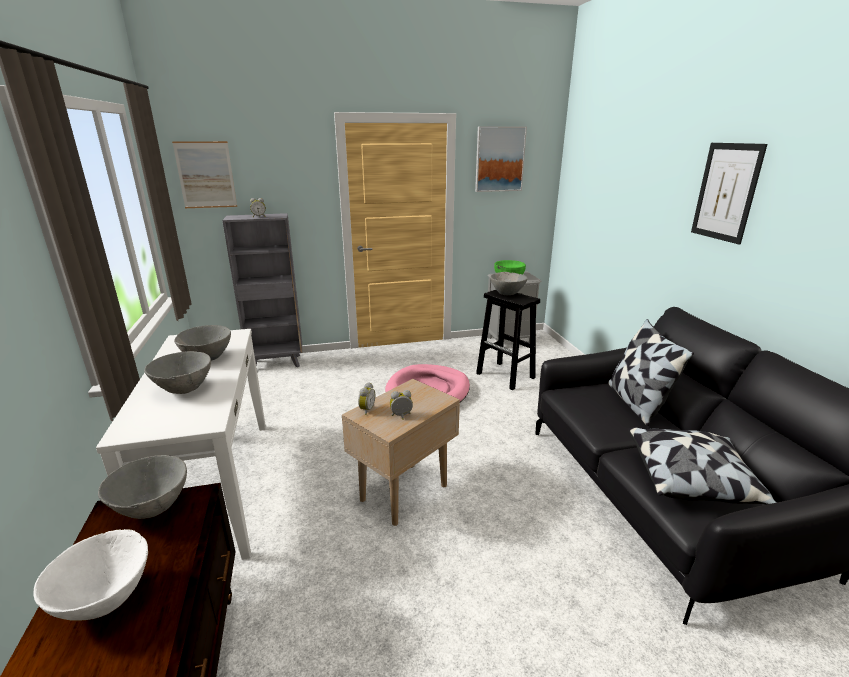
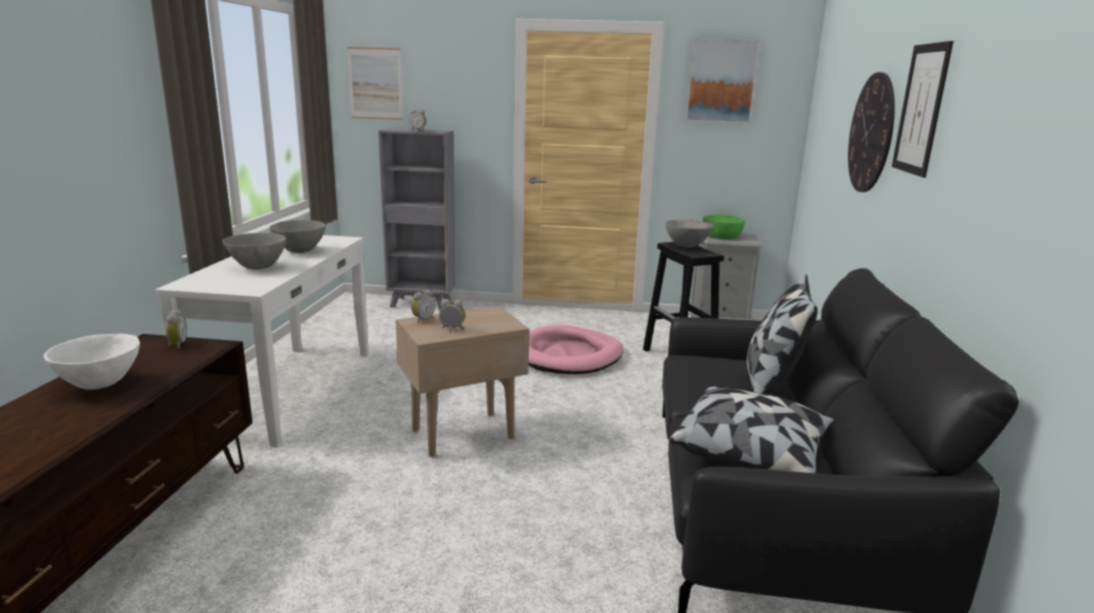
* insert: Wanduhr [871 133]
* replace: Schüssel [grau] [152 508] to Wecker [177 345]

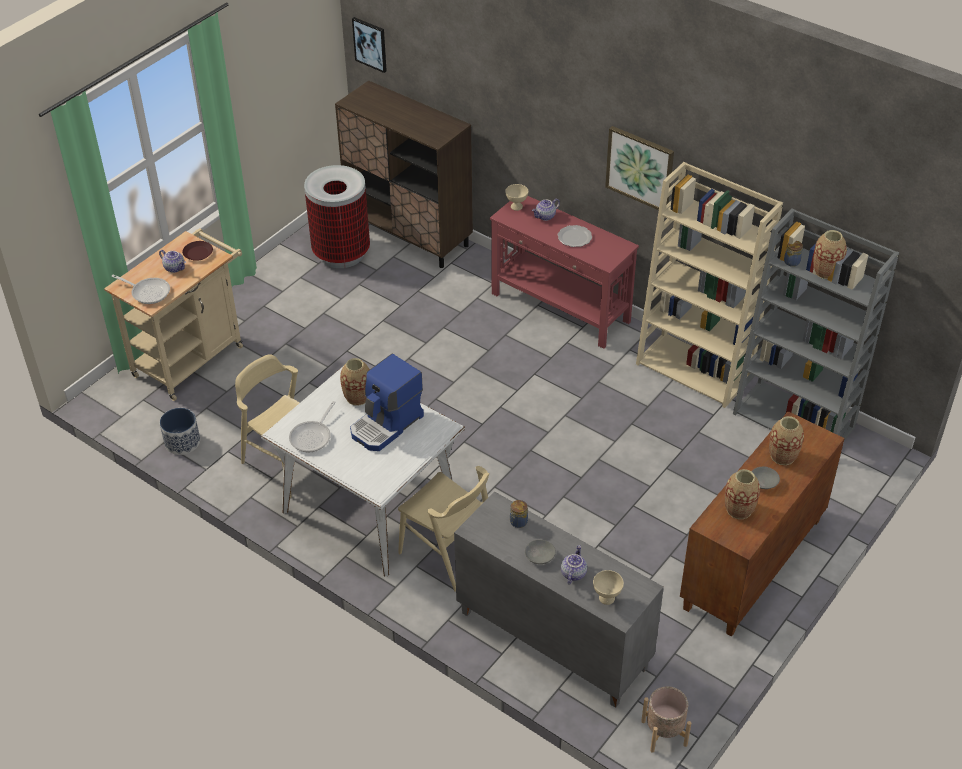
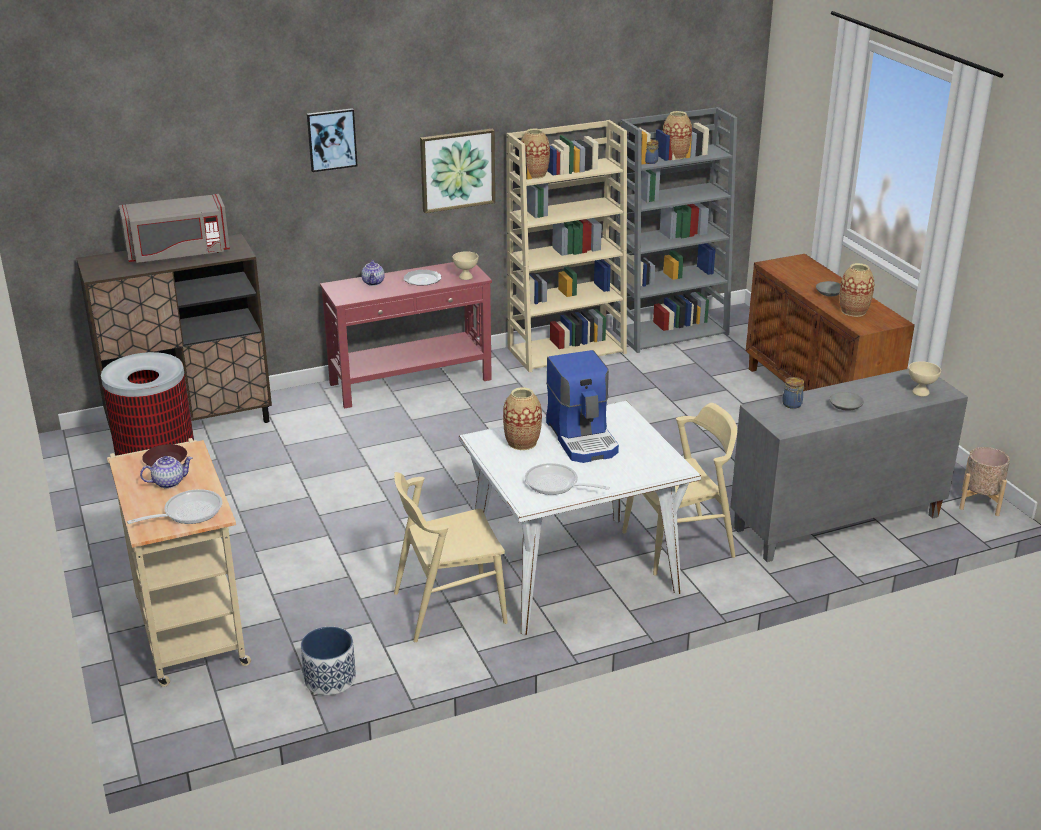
* delete: Teekanne [573 573]
* insert: Mikrowelle [grau] [178 253]
* move: Bild [370 44] to [331 139]
* move: Schüssel [beige] [516 207] to [466 277]
* move: Vase [782 456] to [534 174]
* rotate: Pfanne [313 436] = [556 484] 150 degrees clockwise

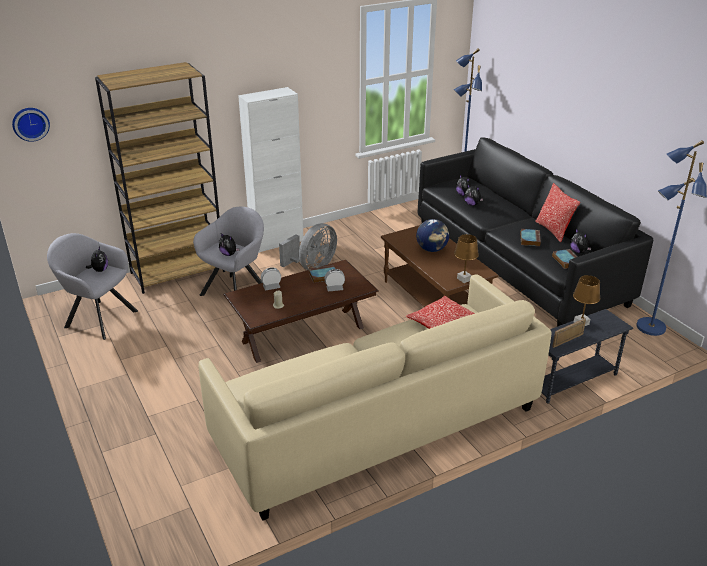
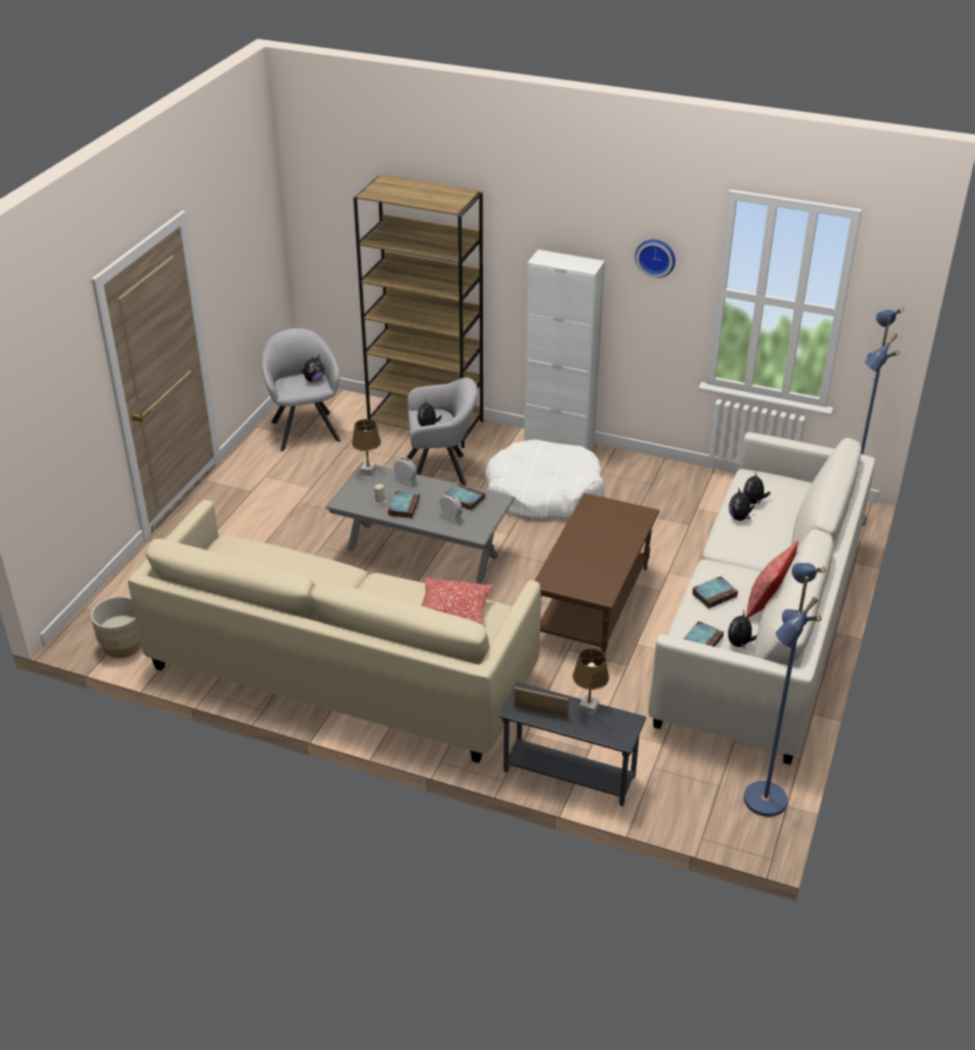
* delete: Globus [432 249]
* insert: Pflanzkübel [beige] [122 645]
* insert: Buch [403 507]
* move: Wanduhr [30 123] to [656 257]
* move: Tischlampe [braun] [463 279] to [368 471]
* replace: Ventilator [grau] [312 267] to Hundebett [weiß] [544 494]
* recolor: Couchtisch [braun] [303 334] to Couchtisch [grau] [422 552]
* recolor: Sofa [schwarz] [517 263] to Sofa [weiß] [761 630]

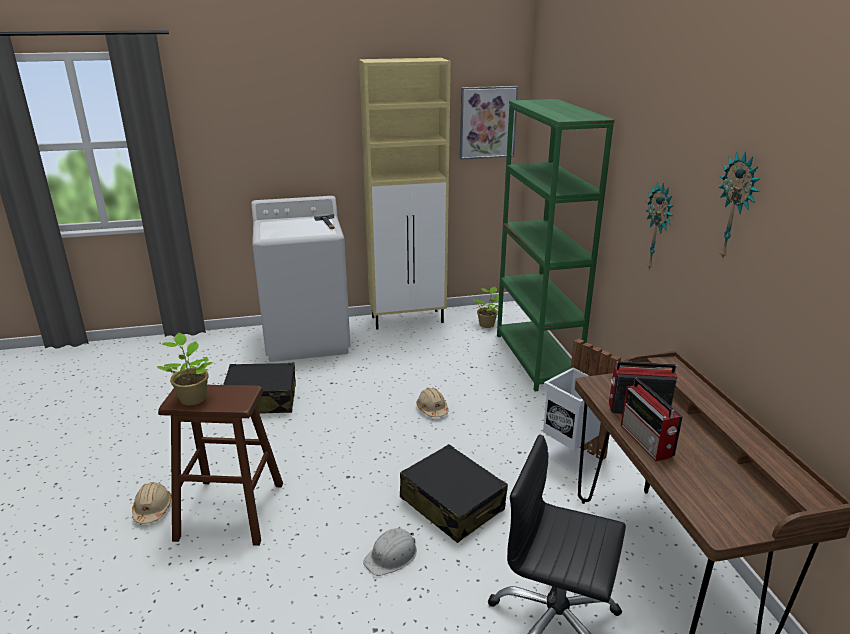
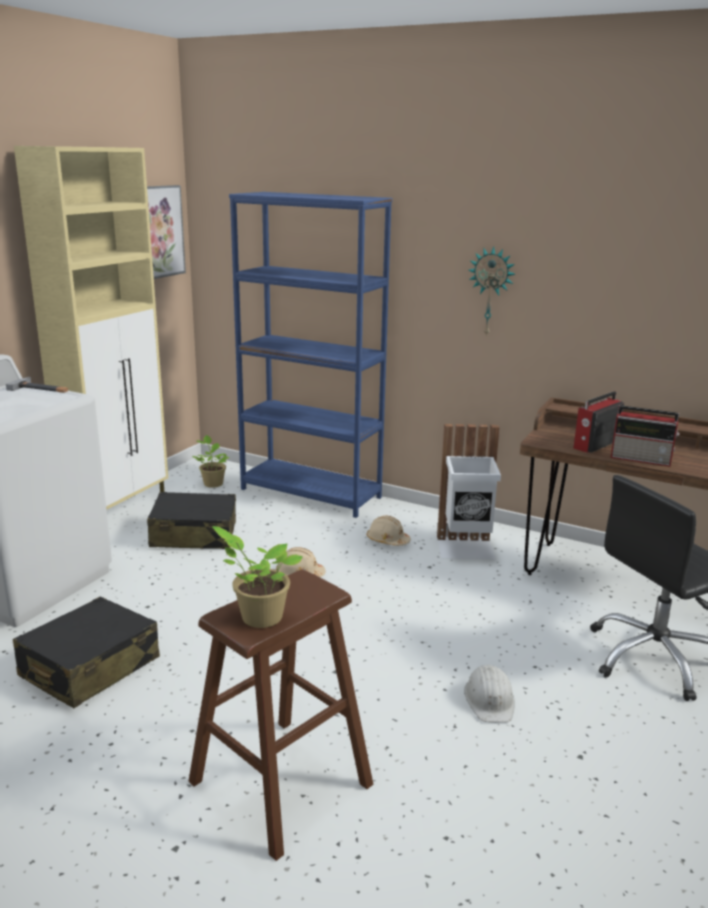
* delete: Wanduhr [737 207]
* move: Schutzhelm [beige] [152 509] to [387 540]
* move: Koffer [schwarz] [452 504] to [194 535]
* recolor: Bücherregal [grün] [536 359] to Bücherregal [blau] [311 493]

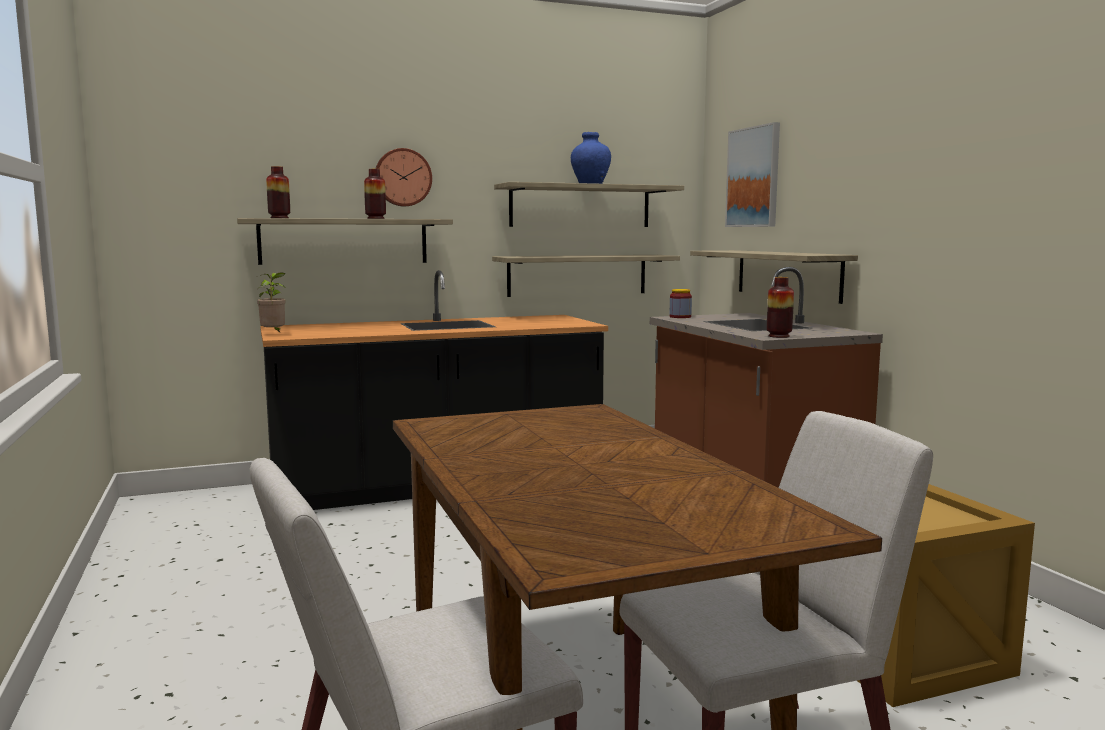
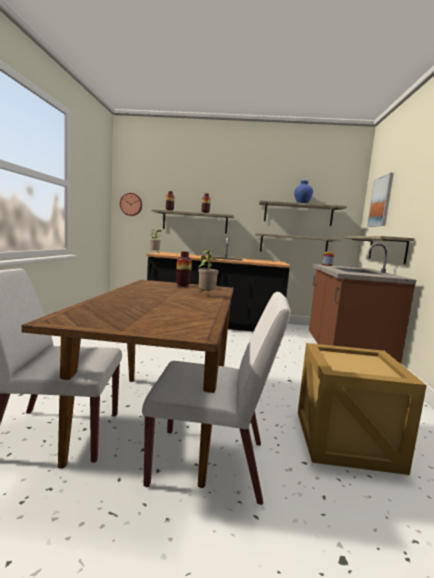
* insert: Topfpflanze [206 295]
* move: Wanduhr [402 177] to [131 204]
* move: Vase [779 336] to [183 286]

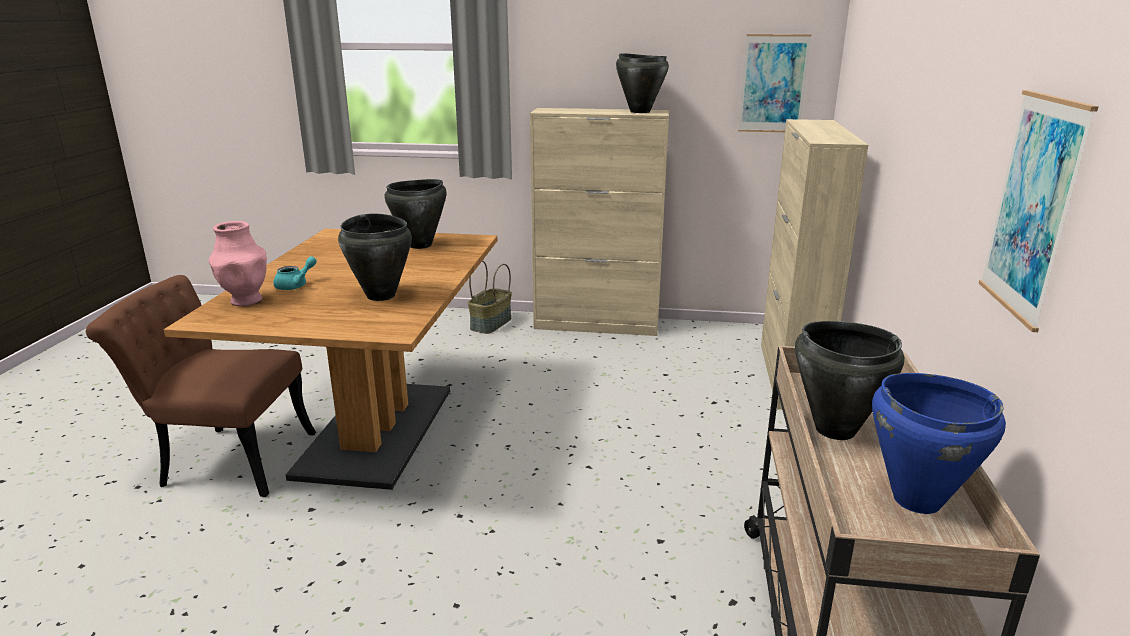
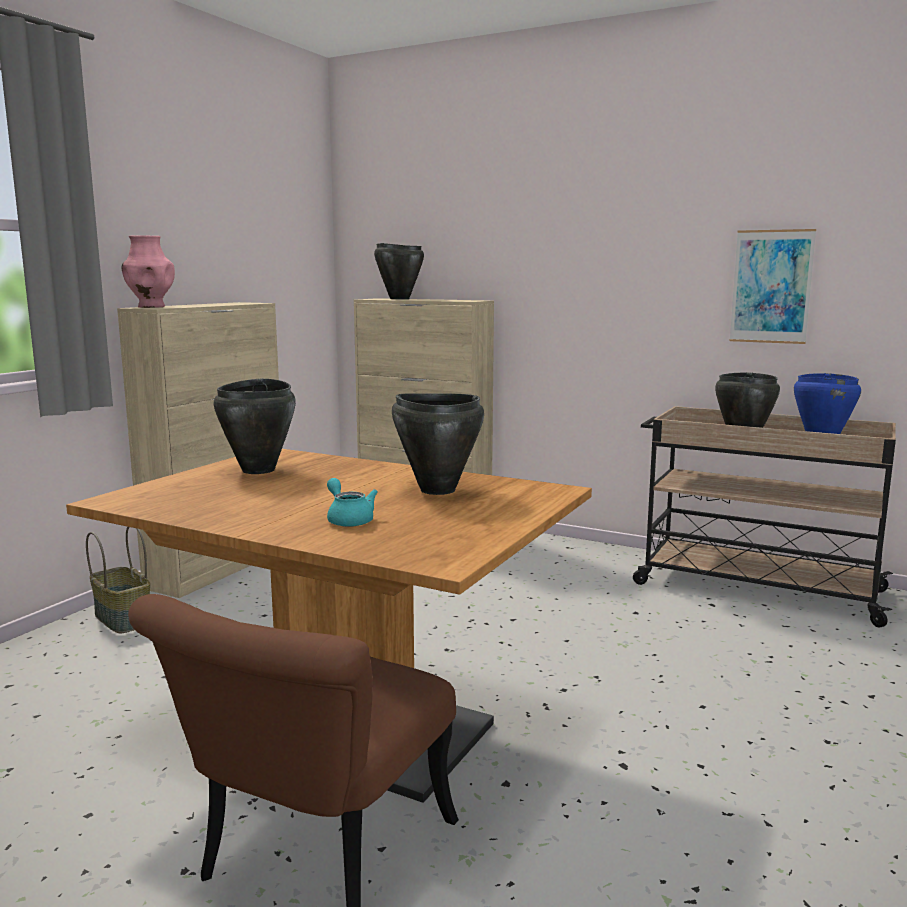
* delete: Bild [773 84]
* move: Vase [rosa] [245 301] to [151 307]
* move: Kochtopf [schwarz] [640 111] to [399 299]

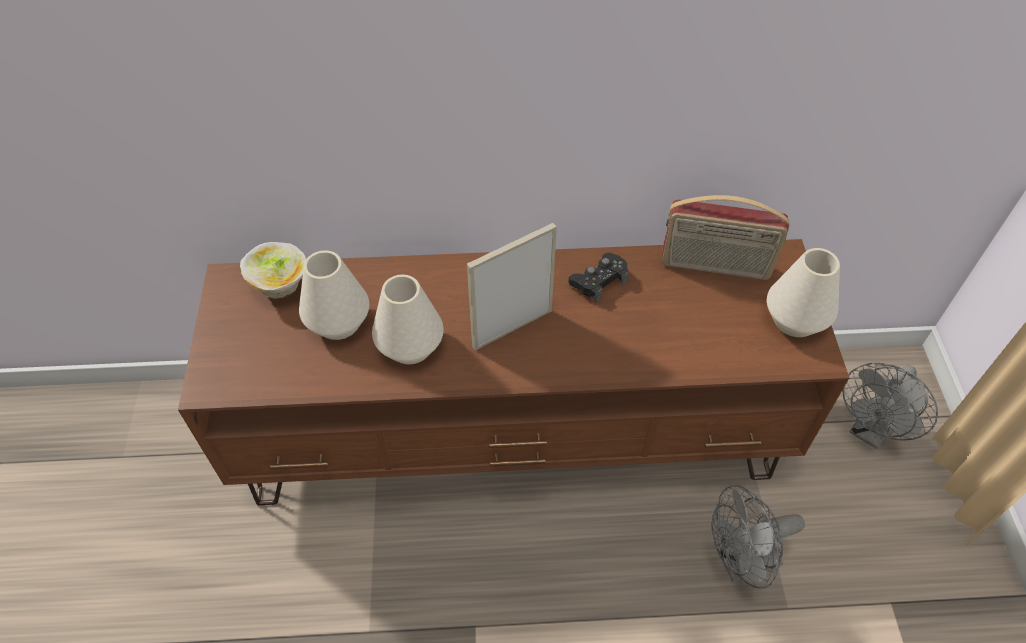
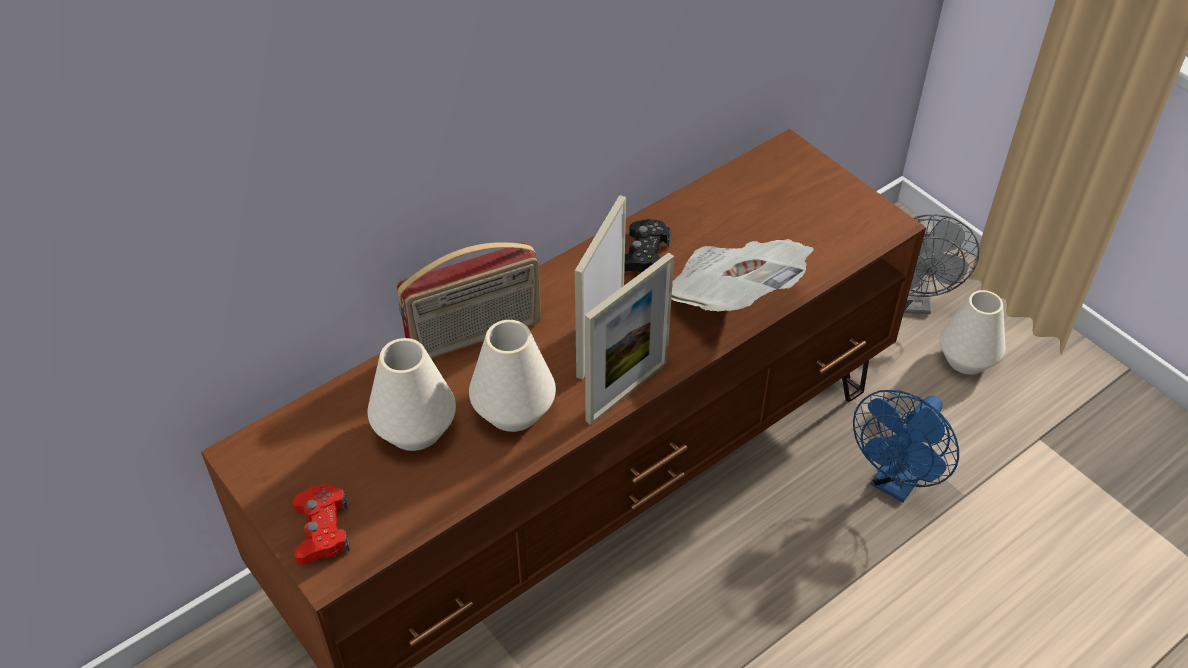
* delete: Schüssel [281 287]
* insert: Gamepad [rot] [321 530]
* insert: Bilderrahmen [627 391]
* insert: Zeitung [732 297]
* move: Radio [715 266] to [475 336]
* move: Vase [weiß] [795 320] to [967 359]
* recolor: Ventilator [grau] [740 563] to Ventilator [blau] [896 482]

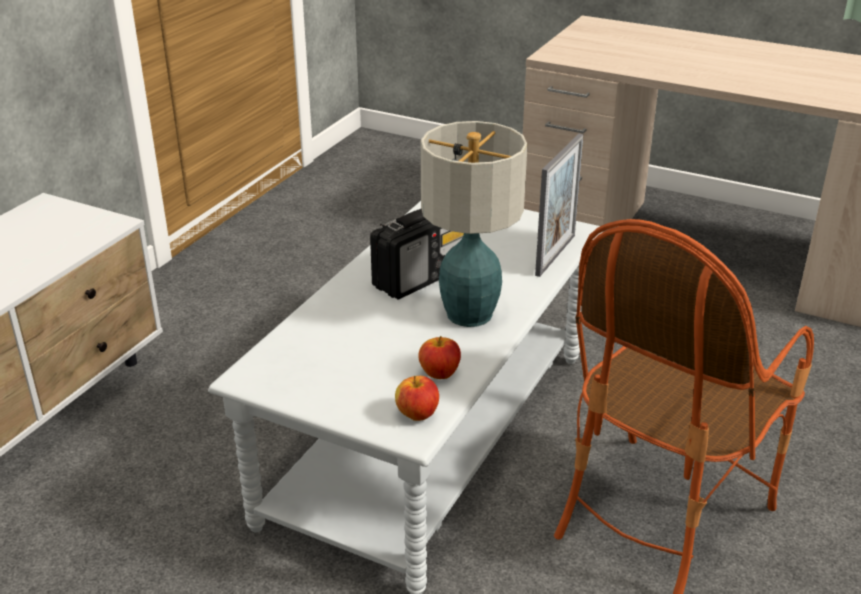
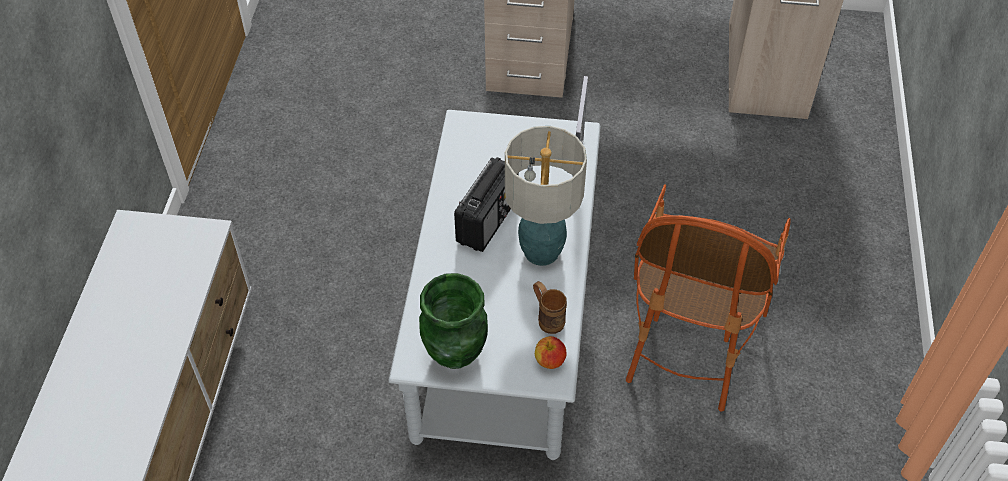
* insert: Vase [grün] [456 353]
* replace: Apfel [439 373] to Henkelbecher [braun] [547 318]

